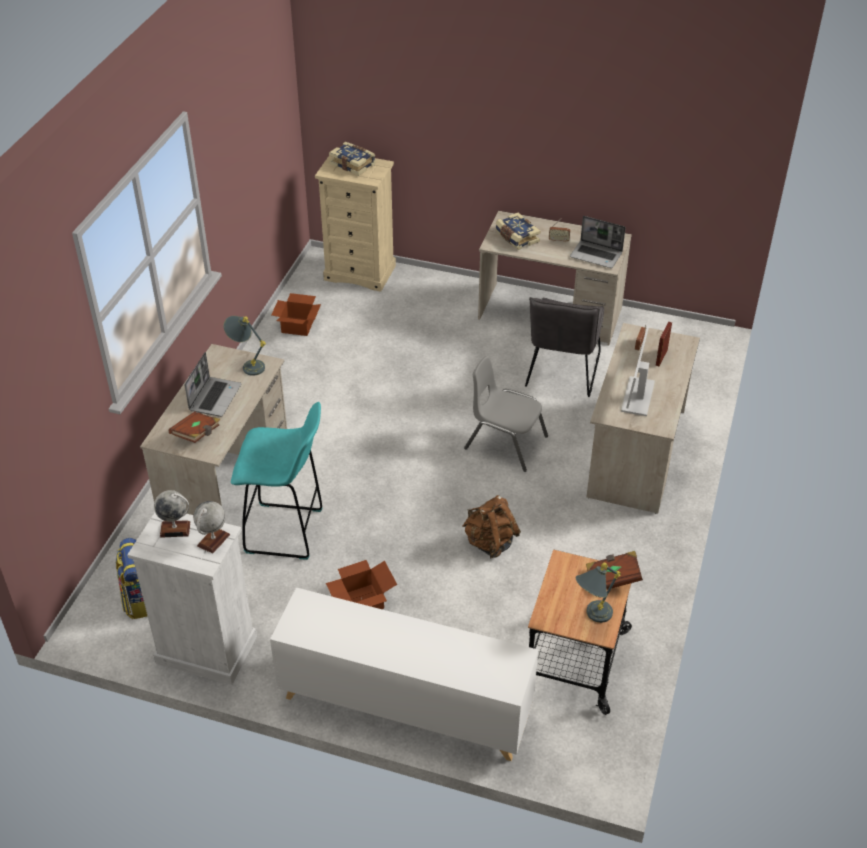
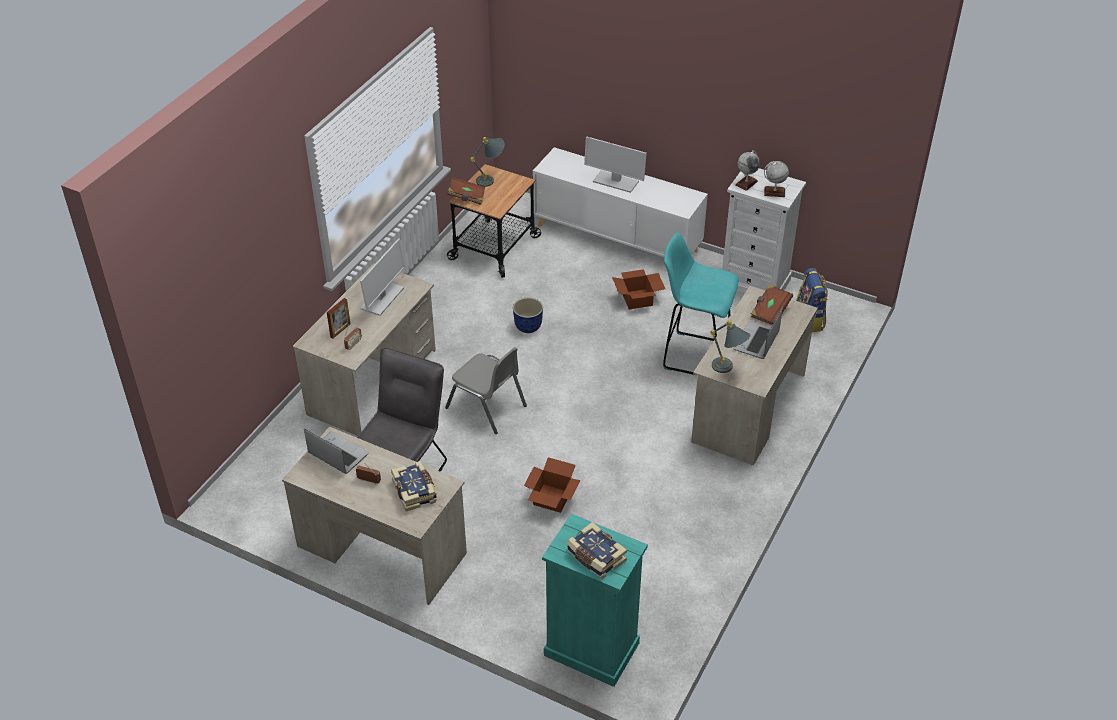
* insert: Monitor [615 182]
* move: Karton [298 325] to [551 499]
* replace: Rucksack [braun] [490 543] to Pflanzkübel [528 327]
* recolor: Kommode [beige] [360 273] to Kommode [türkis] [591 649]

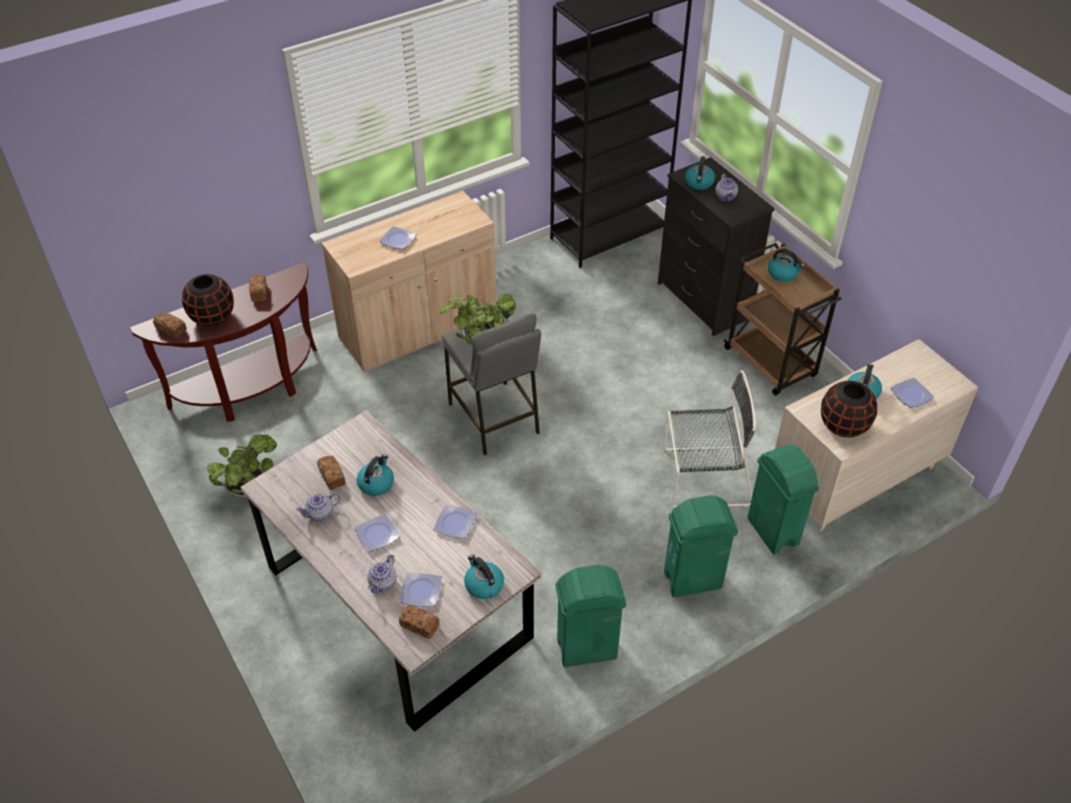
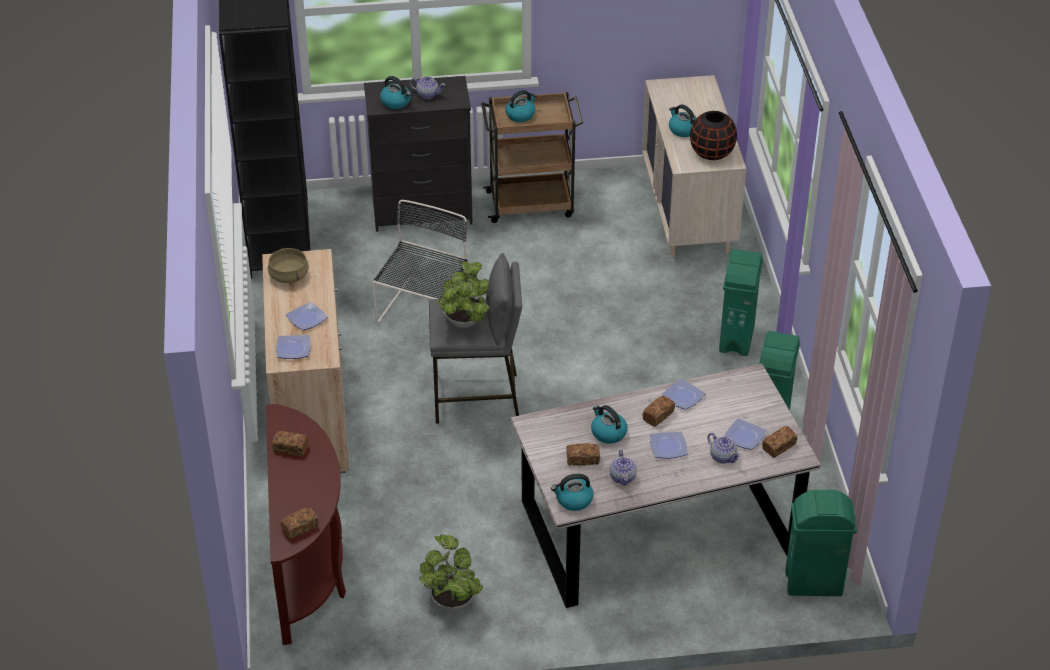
* delete: Vase [schwarz] [212 317]
* insert: Kochtopf [beige] [289 275]
* insert: Brot [658 416]
* move: Wasserkessel [483 584] to [573 500]
* move: Stuhl [schwarz] [703 477] to [424 312]
* move: Mülleimer [grün] [773 532] to [814 584]
* move: Teller [910 395] to [292 349]

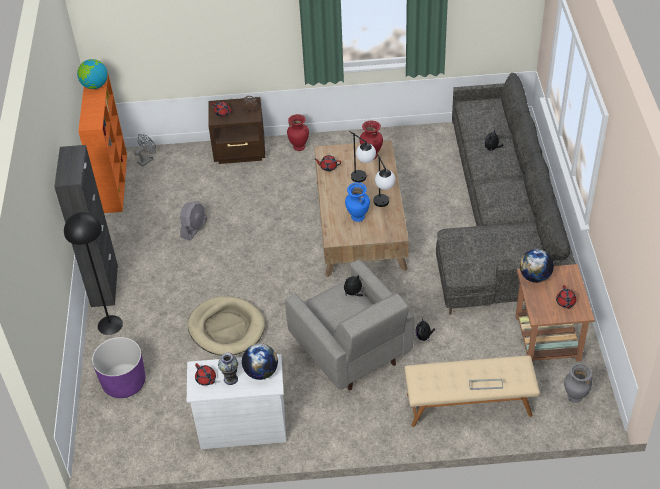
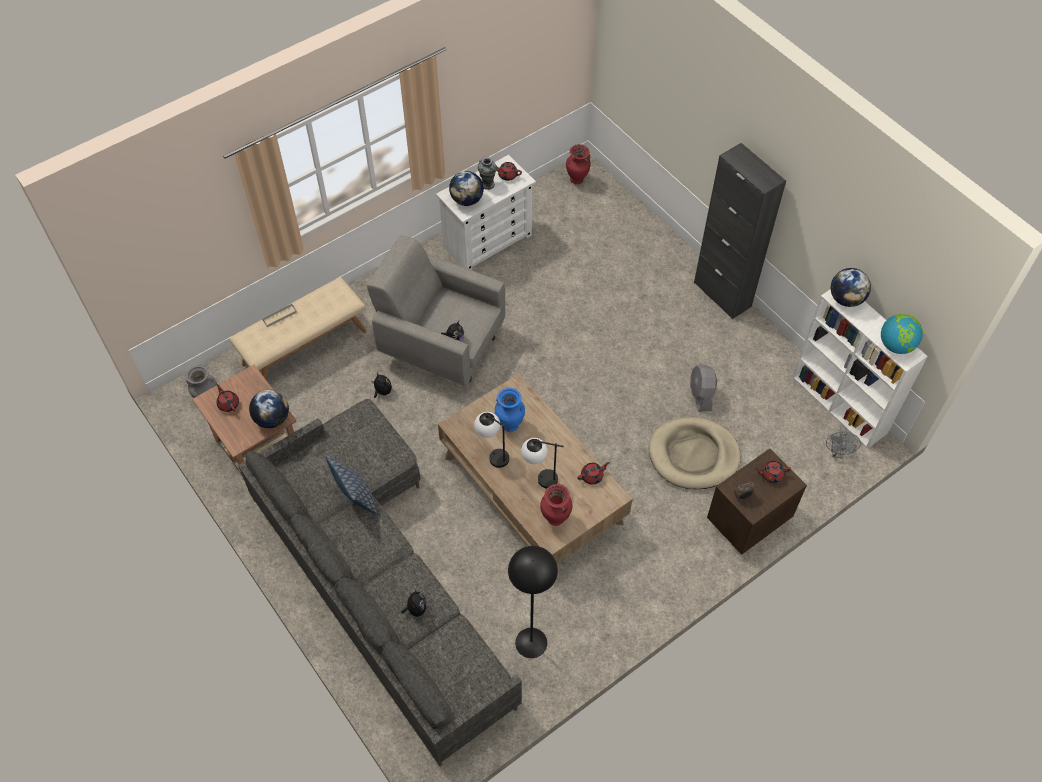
* delete: Pflanzkübel [lila] [124 382]
* insert: Kissen [356 498]
* insert: Globus [845 299]
* move: Stehlampe [schwarz] [110 325] to [531 642]
* move: Hundebett [beige] [226 328] to [693 455]
* move: Vase [rot] [299 147] to [577 180]
* recolor: Bücherregal [orange] [113 182] to Bücherregal [weiß] [839 405]

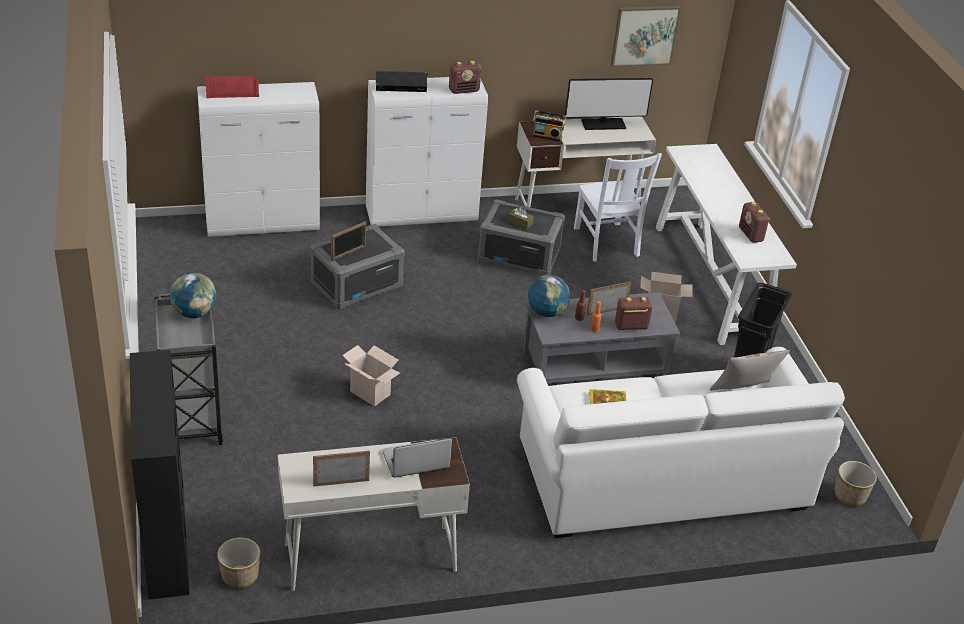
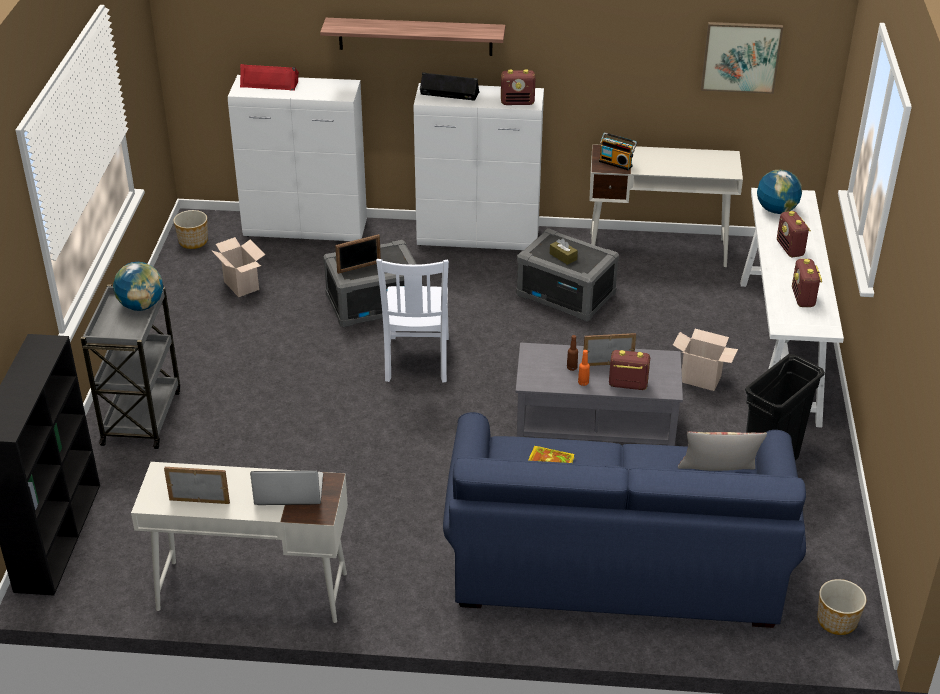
* delete: Monitor [603 124]
* insert: Wandregal [415 36]
* insert: Radio [790 249]
* move: Pflanzkübel [240 575] to [193 241]
* move: Karton [371 393] to [243 286]
* move: Globus [546 312] to [776 210]
* move: Stuhl [weiß] [607 243] to [417 361]
* recolor: Sofa [weiß] [662 477] to Sofa [blau] [615 561]

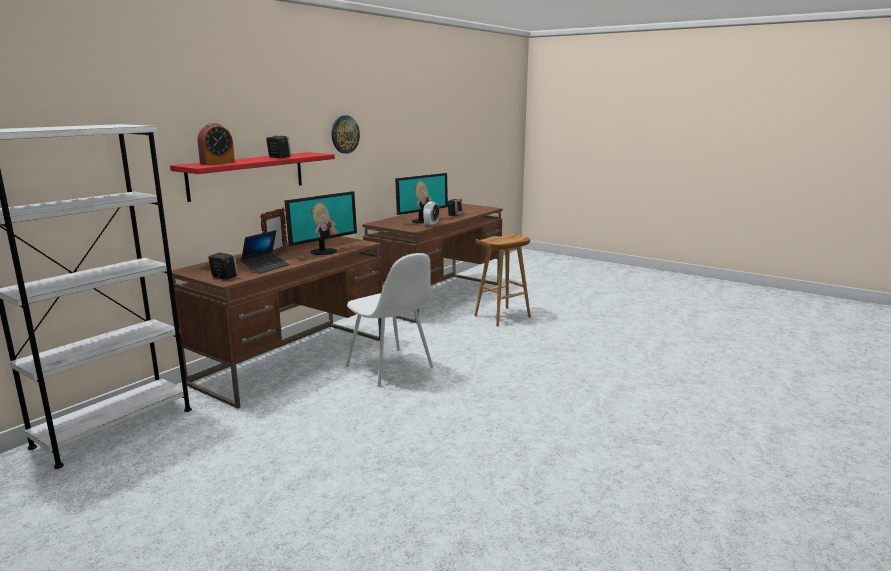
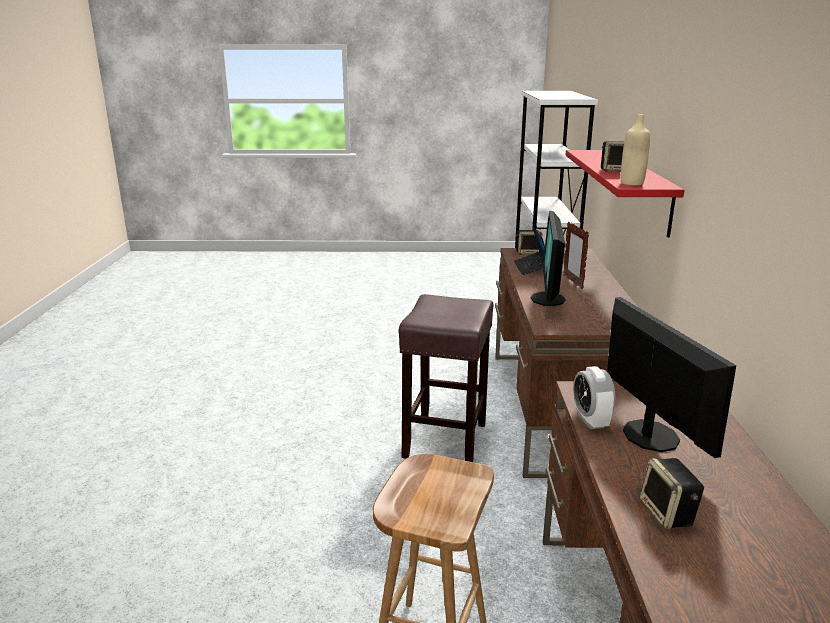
* delete: Wecker [217 163]
* delete: Wanduhr [344 134]
* insert: Flasche [beige] [632 183]
* replace: Stuhl [weiß] [390 368] to Hocker [braun] [445 439]
* rotate: Monitor [421 221] = [649 436] 150 degrees clockwise

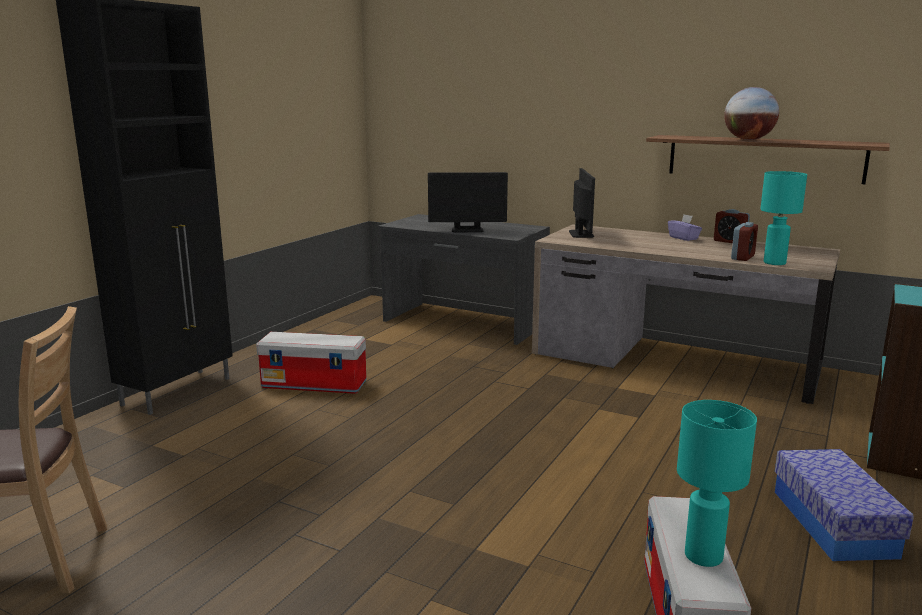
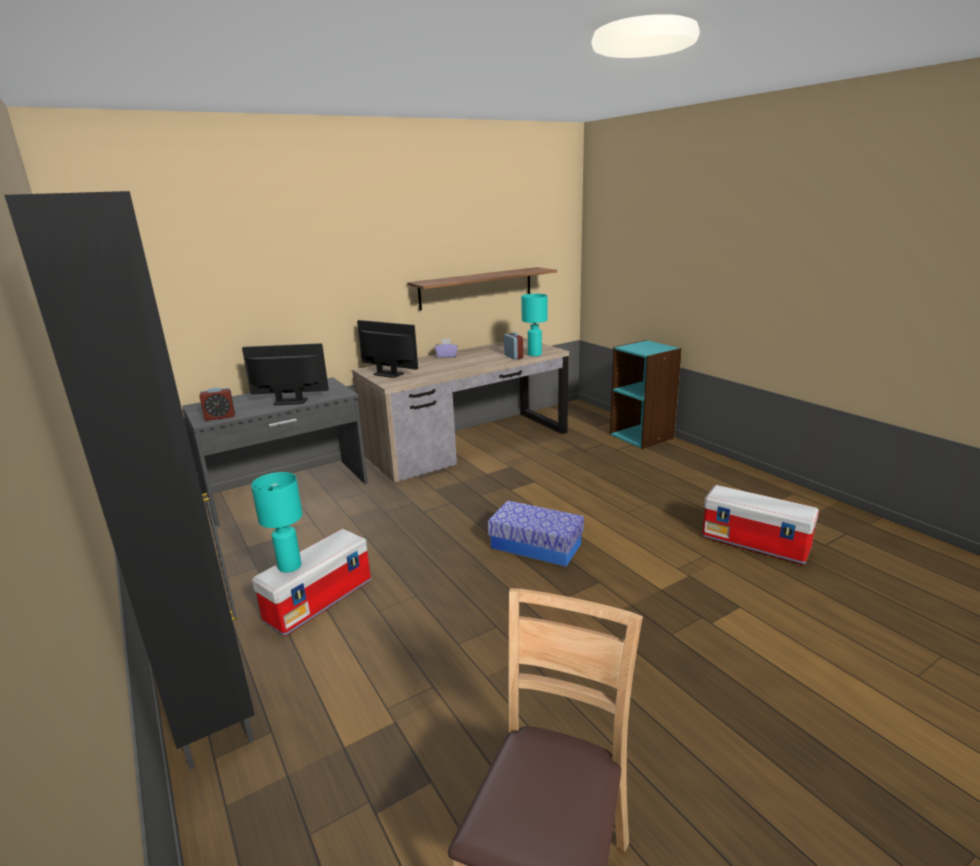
* delete: Globus [748 139]
* move: Tischlampe [türkis] [702 556] to [289 566]
* move: Wecker [730 241] to [220 417]
* move: Aufbewahrungsbox [832 523] to [535 546]
* rotate: Monitor [467 230] = [290 401] 120 degrees counterclockwise

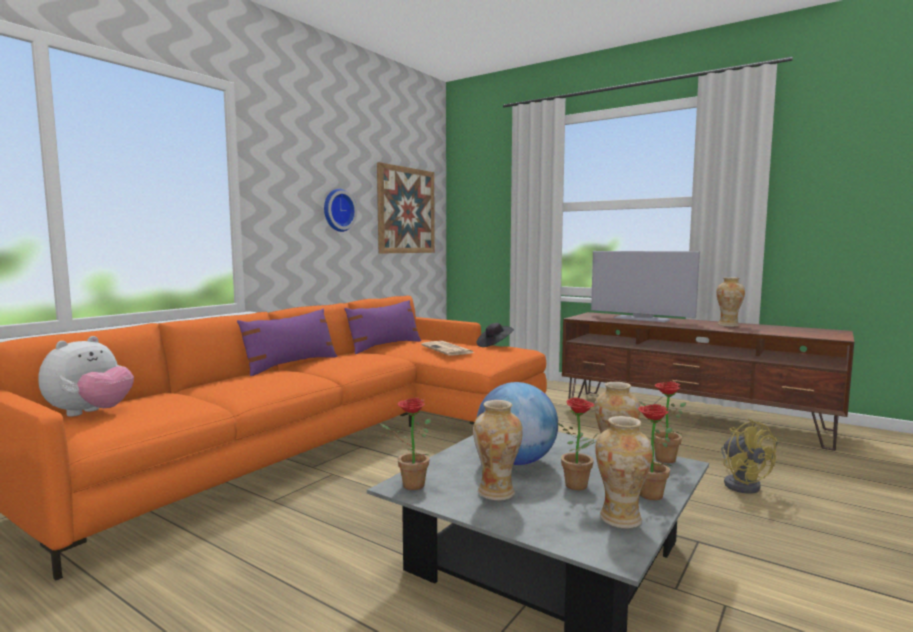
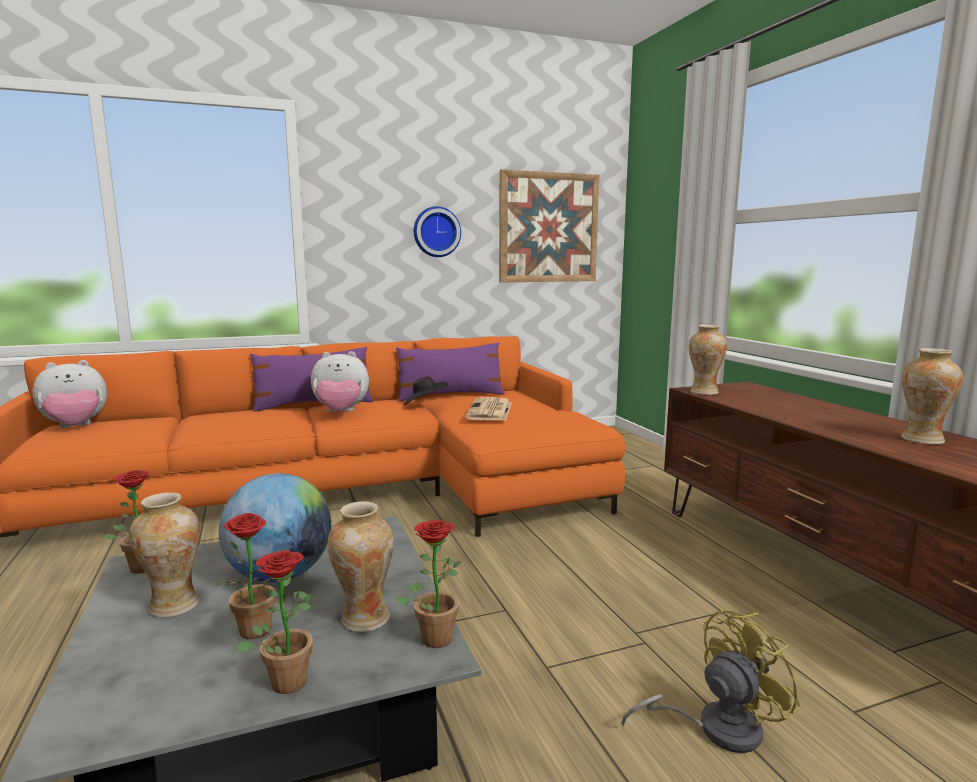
* delete: Fernseher [641 319]
* insert: Plüschtier [341 412]
* move: Hut [schwarz] [494 345] to [424 404]
* move: Vase [620 519] to [704 392]
* rotate: Ventilator [gelb] [742 484] = [715 728] 135 degrees counterclockwise

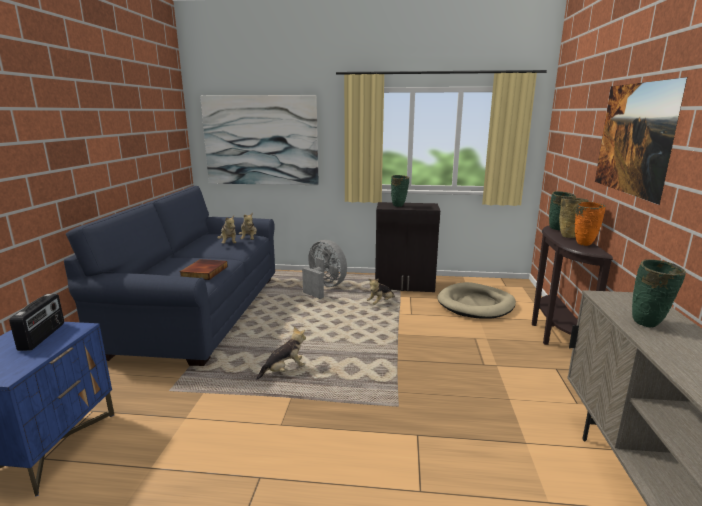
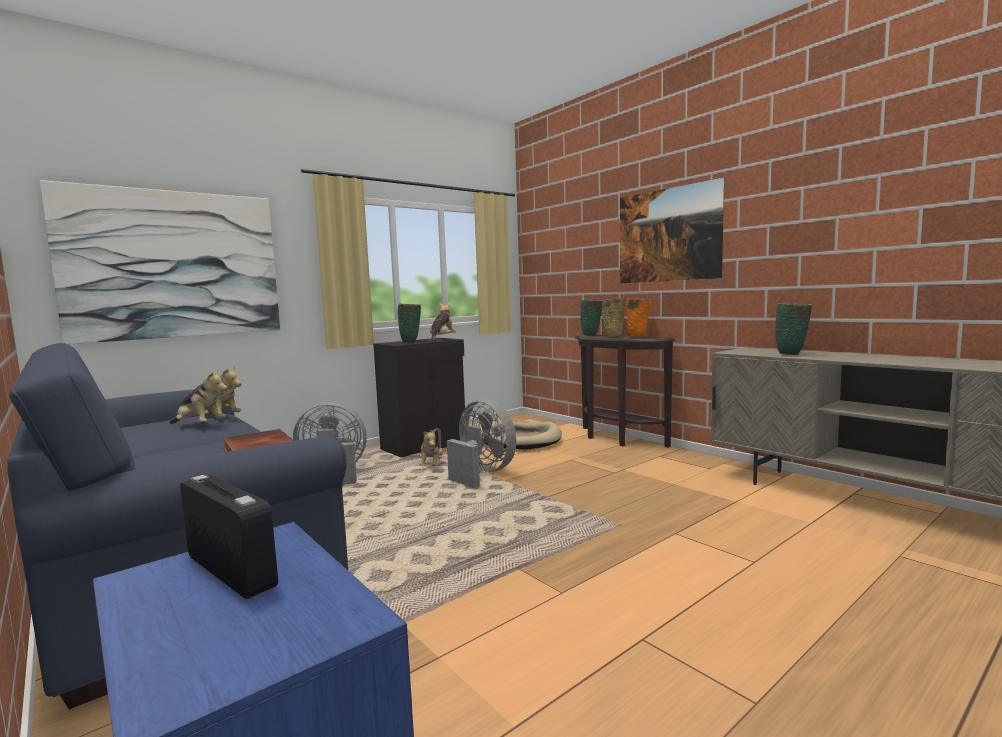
* insert: Ventilator [grau] [482 473]
* move: Plüschtier [284 371] to [442 339]

